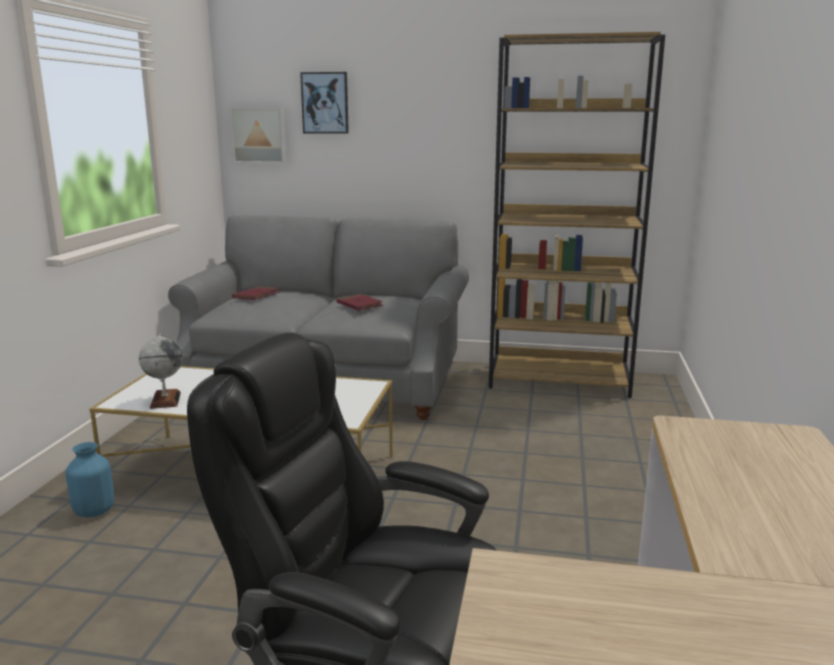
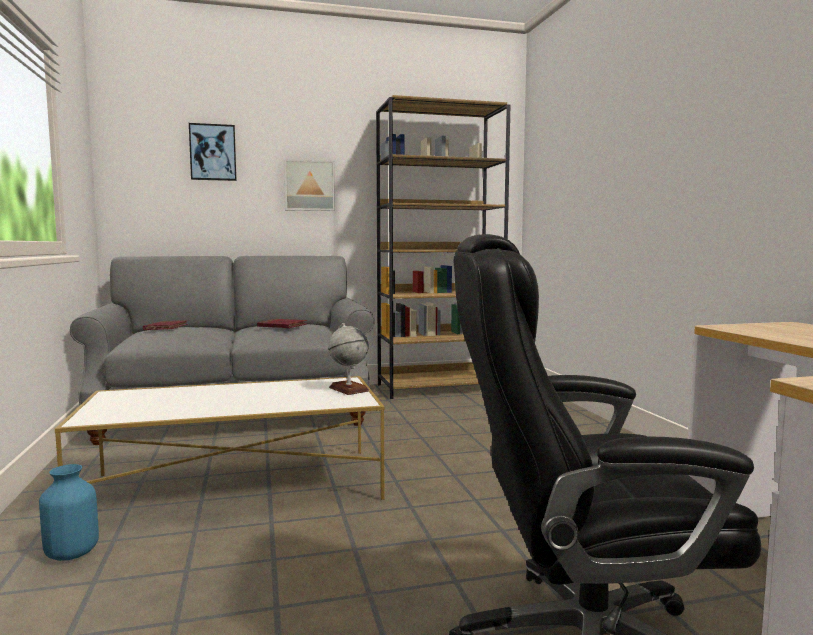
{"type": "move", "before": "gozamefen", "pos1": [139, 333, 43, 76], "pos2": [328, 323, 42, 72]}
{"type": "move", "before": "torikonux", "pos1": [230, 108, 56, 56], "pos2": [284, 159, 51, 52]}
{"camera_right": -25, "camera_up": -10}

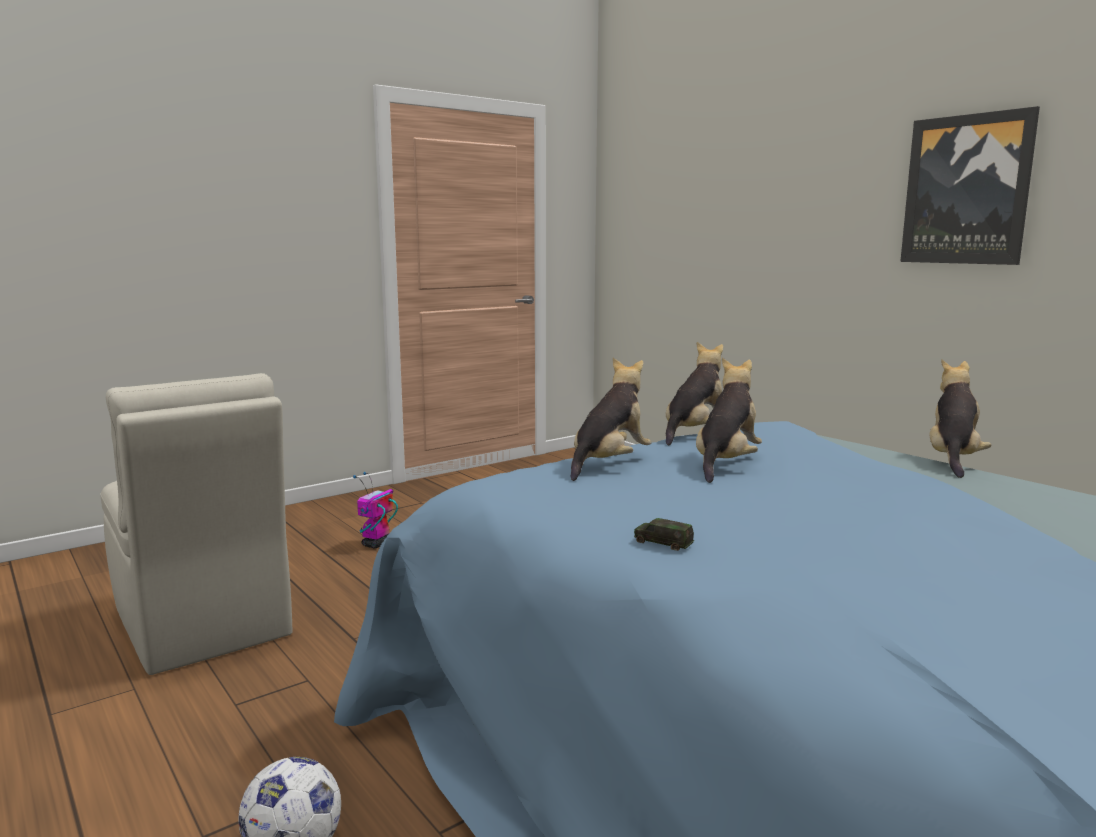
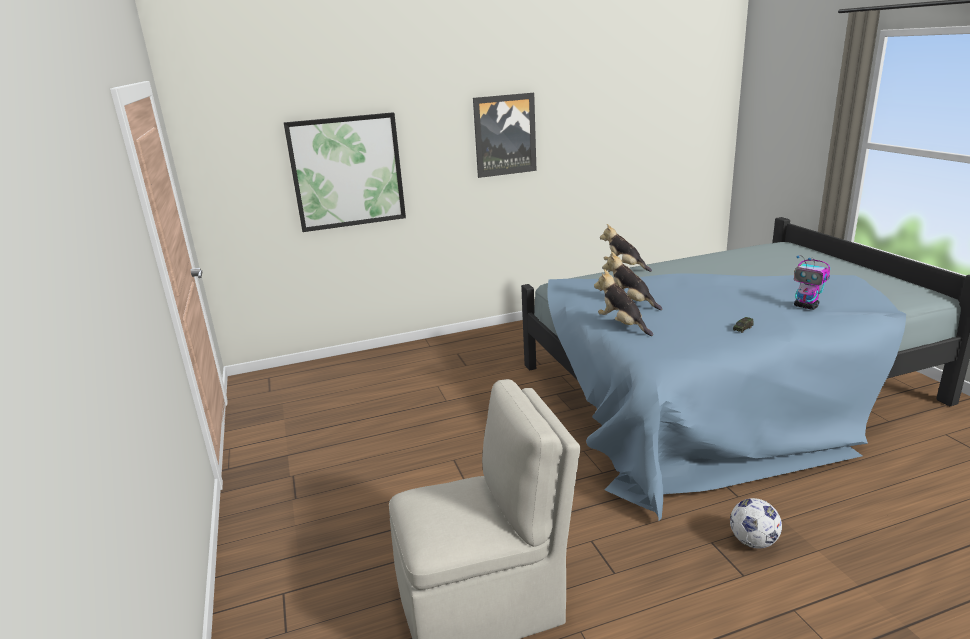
{"type": "move", "before": "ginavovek", "pos1": [353, 472, 45, 76], "pos2": [794, 255, 36, 55]}
{"type": "delete", "before": "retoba", "pos1": [666, 342, 57, 103]}
{"type": "insert", "after": "torikonux", "pos2": [284, 112, 122, 120]}
{"camera_right": -70, "camera_up": 10}

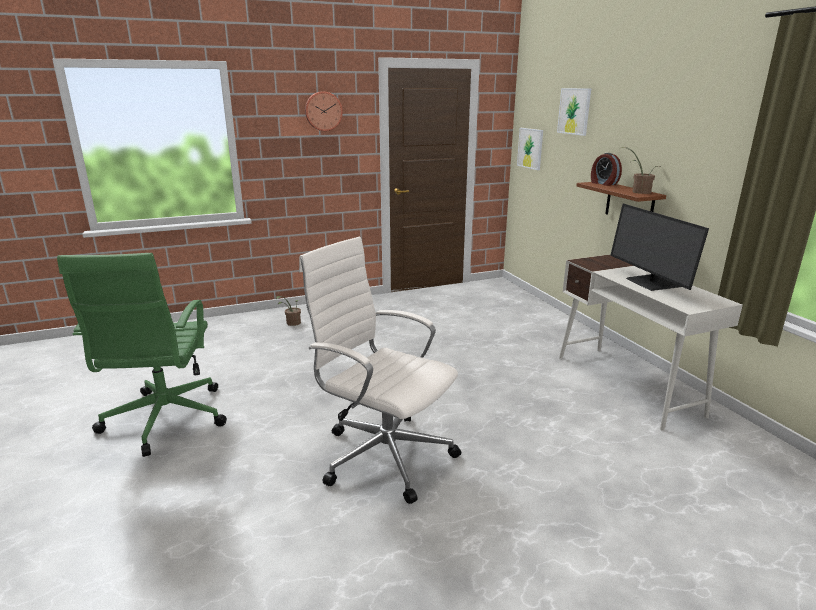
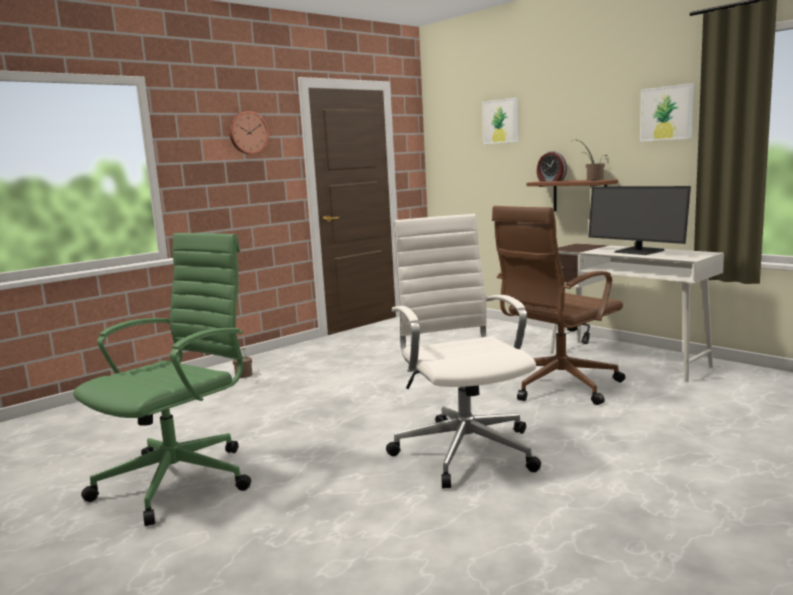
{"type": "rotate", "before": "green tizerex", "pos1": [57, 253, 170, 204], "pos2": [73, 233, 178, 293], "turn": -120}
{"type": "rotate", "before": "white tizerex", "pos1": [299, 237, 162, 267], "pos2": [386, 214, 155, 274], "turn": 60}
{"type": "move", "before": "torikonux", "pos1": [517, 128, 26, 42], "pos2": [640, 83, 54, 59]}
{"type": "insert", "after": "brown tizerex", "pos2": [492, 206, 133, 199]}
{"camera_right": -20, "camera_up": -10}

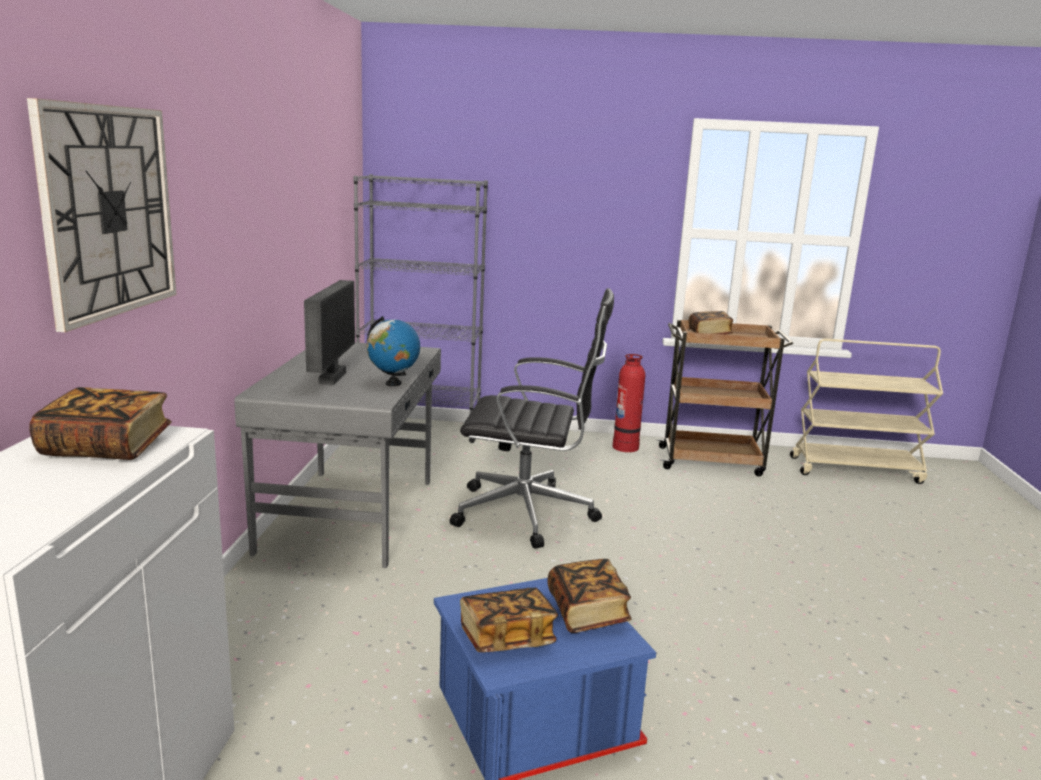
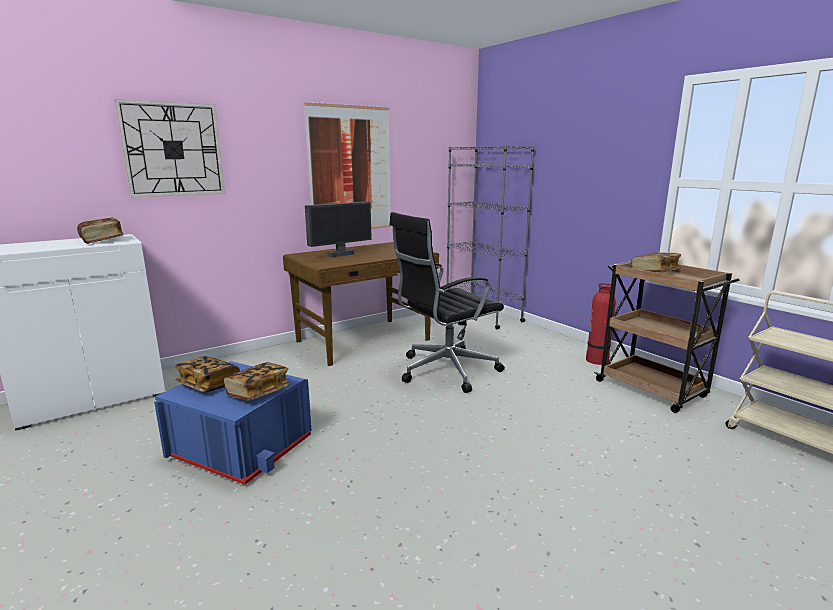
{"type": "recolor", "before": "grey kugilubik", "after": "brown kugilubik", "pos1": [234, 342, 207, 226], "pos2": [283, 242, 156, 124]}
{"type": "delete", "before": "gozamefen", "pos1": [366, 316, 54, 70]}
{"type": "rotate", "before": "black tizerex", "pos1": [450, 288, 164, 261], "pos2": [389, 212, 116, 181], "turn": 90}
{"type": "insert", "after": "torikonux", "pos2": [304, 102, 87, 127]}
{"camera_right": 50, "camera_up": 0}

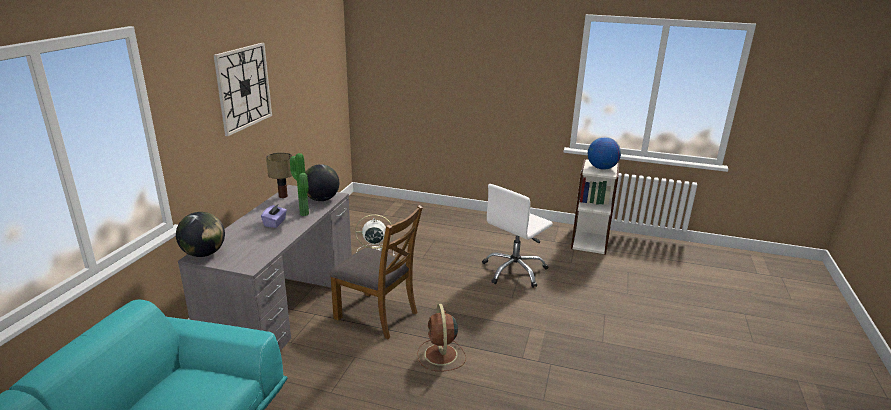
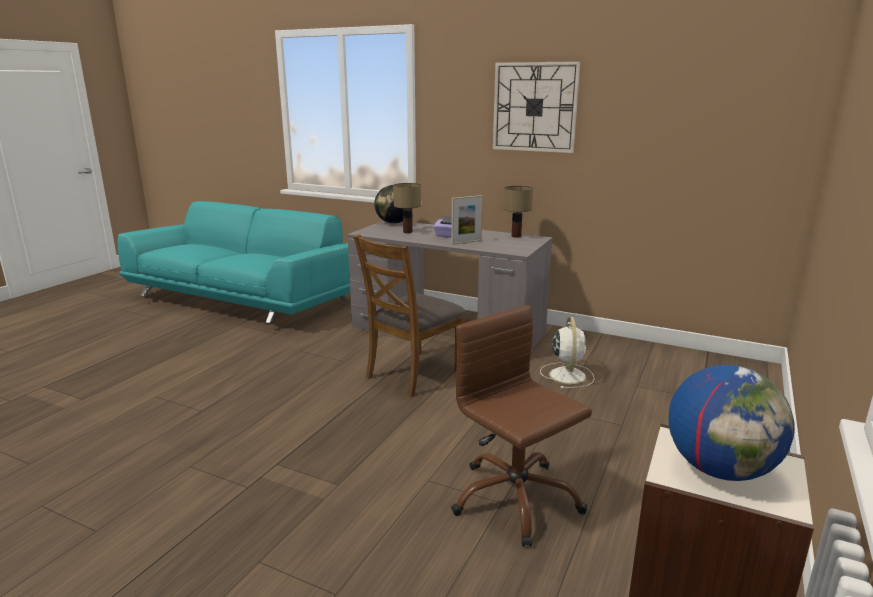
{"type": "replace", "before": "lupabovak", "after": "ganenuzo", "pos1": [290, 153, 19, 63], "pos2": [451, 195, 32, 50]}
{"type": "delete", "before": "gozamefen", "pos1": [305, 164, 34, 37]}
{"type": "delete", "before": "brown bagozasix", "pos1": [417, 304, 49, 67]}
{"type": "recolor", "before": "white tizerex", "after": "brown tizerex", "pos1": [482, 184, 71, 104], "pos2": [451, 305, 141, 242]}
{"type": "insert", "after": "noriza", "pos2": [393, 183, 28, 50]}
{"camera_right": 100, "camera_up": -5}

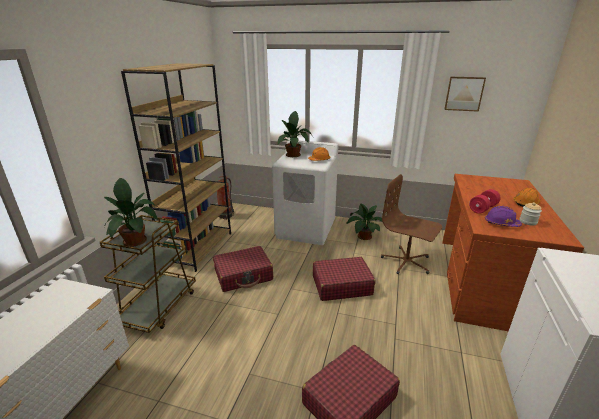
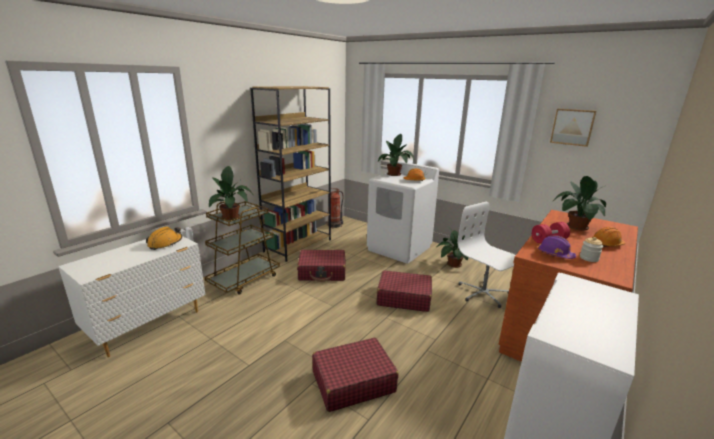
{"type": "recolor", "before": "brown tizerex", "after": "white tizerex", "pos1": [381, 174, 61, 100], "pos2": [457, 201, 59, 107]}
{"type": "insert", "after": "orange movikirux", "pos2": [146, 226, 36, 24]}
{"type": "insert", "after": "lupabovak", "pos2": [552, 176, 54, 54]}
{"camera_right": 20, "camera_up": -5}

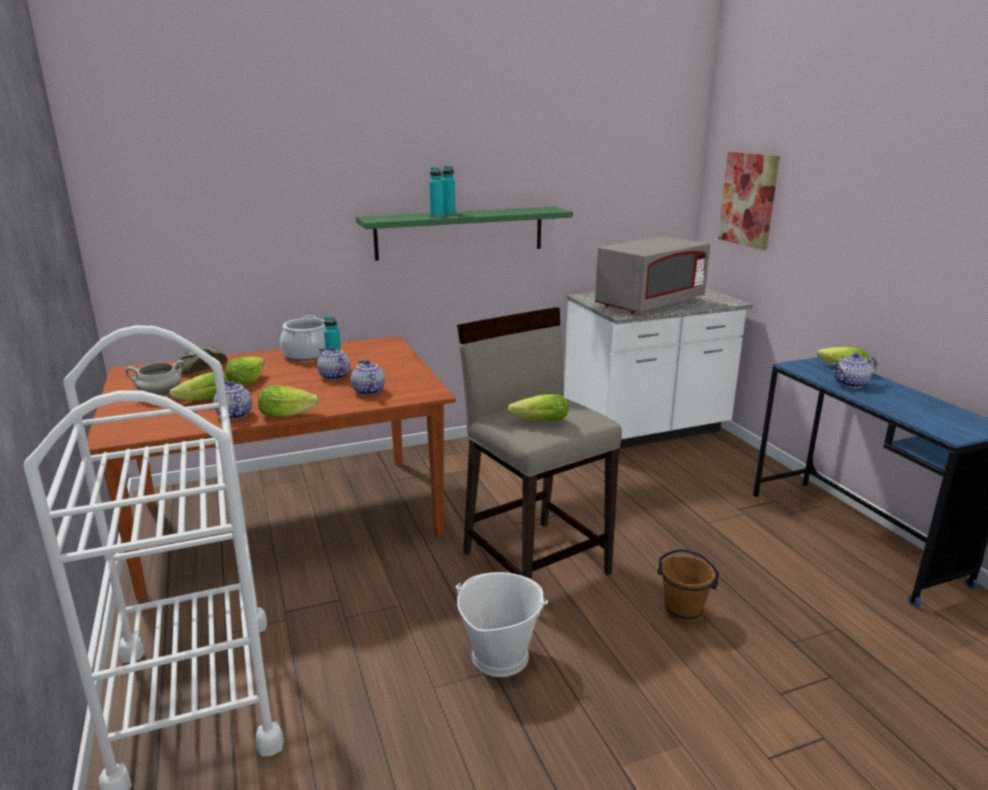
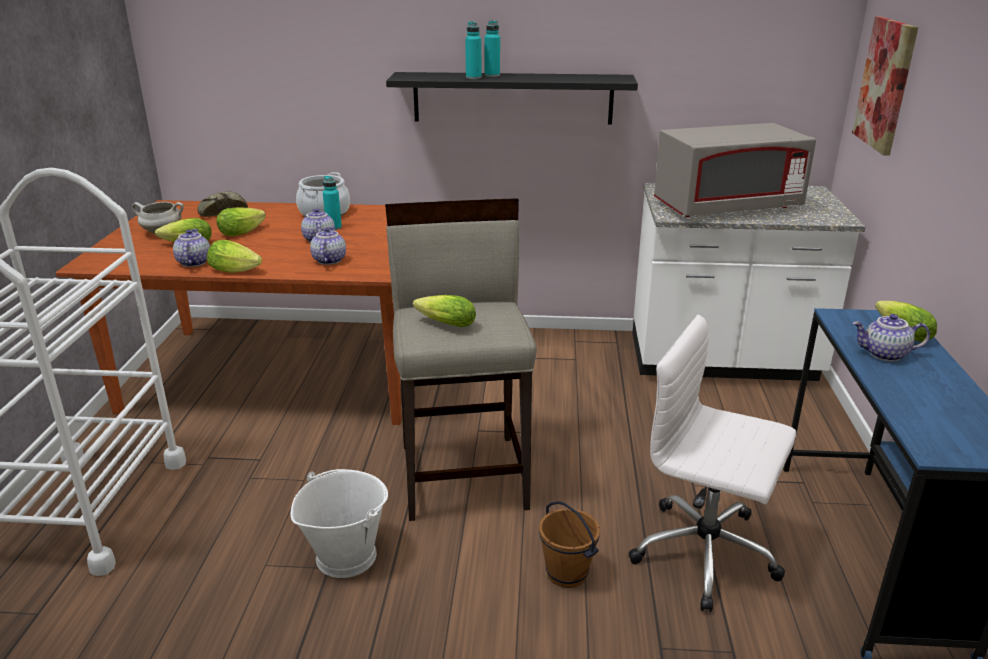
{"type": "recolor", "before": "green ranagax", "after": "black ranagax", "pos1": [356, 207, 217, 54], "pos2": [386, 72, 252, 52]}
{"type": "insert", "after": "white tizerex", "pos2": [628, 314, 168, 298]}
{"camera_right": 25, "camera_up": 5}

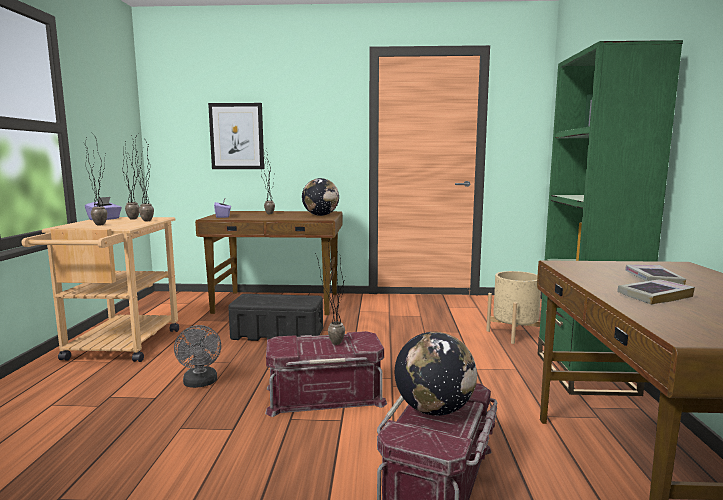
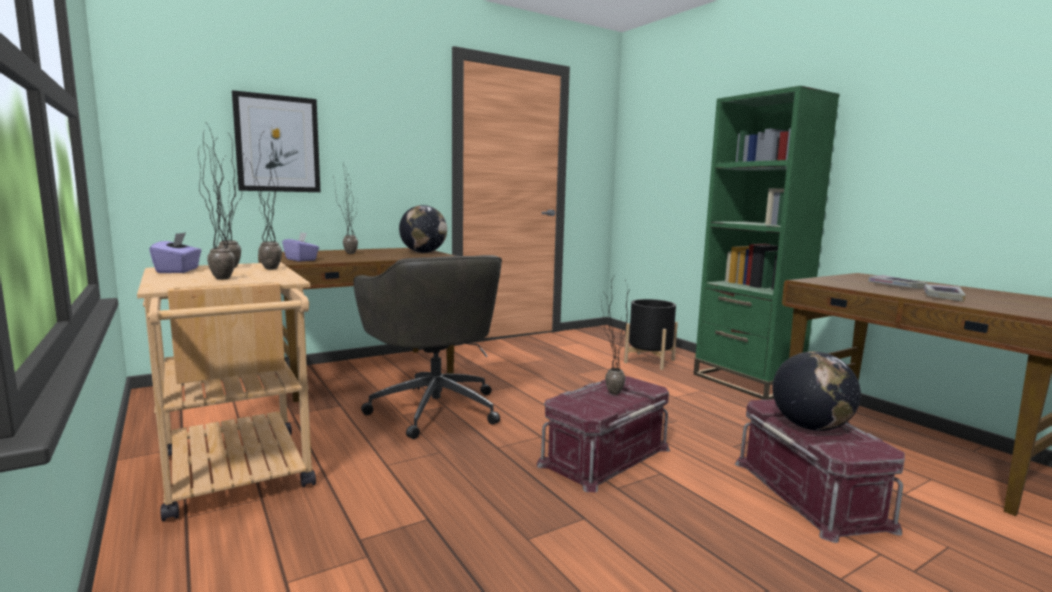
{"type": "delete", "before": "grey bagozasix", "pos1": [174, 325, 47, 63]}
{"type": "replace", "before": "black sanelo", "after": "grey tizerex", "pos1": [228, 294, 95, 47], "pos2": [354, 255, 148, 184]}
{"type": "recolor", "before": "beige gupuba", "after": "black gupuba", "pos1": [486, 271, 55, 73], "pos2": [624, 299, 54, 71]}
{"camera_right": -35, "camera_up": 0}

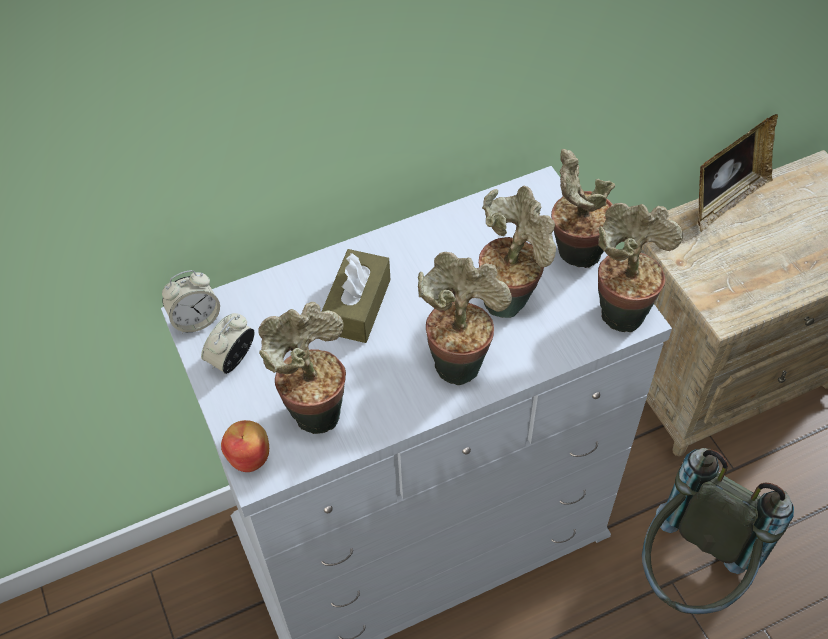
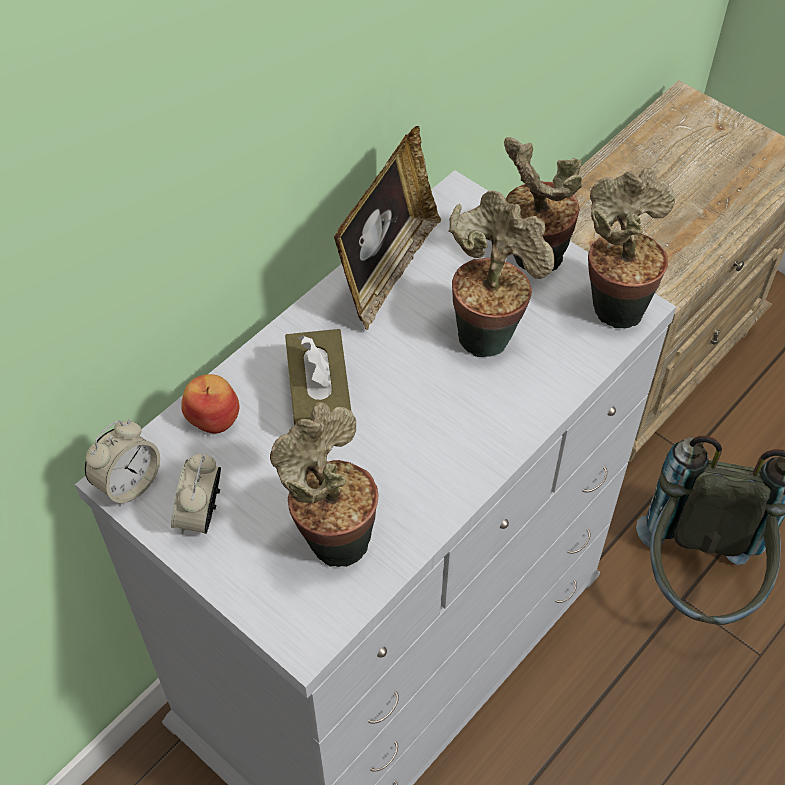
{"type": "move", "before": "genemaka", "pos1": [221, 420, 48, 52], "pos2": [181, 374, 58, 60]}
{"type": "delete", "before": "lupabovak", "pos1": [418, 252, 94, 133]}
{"type": "move", "before": "ganenuzo", "pos1": [698, 114, 80, 118], "pos2": [334, 126, 107, 204]}
{"camera_right": -25, "camera_up": 0}

